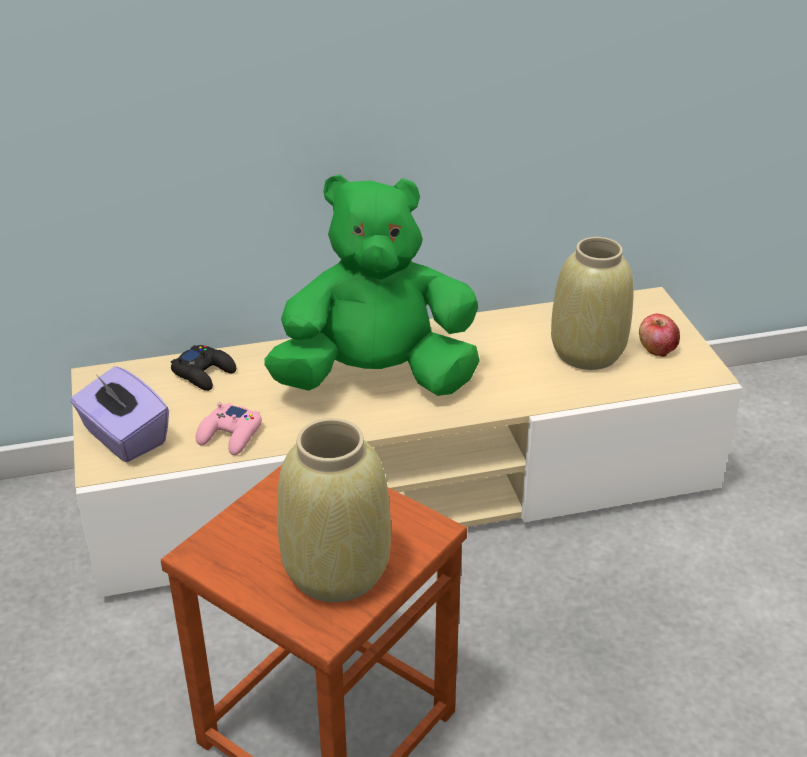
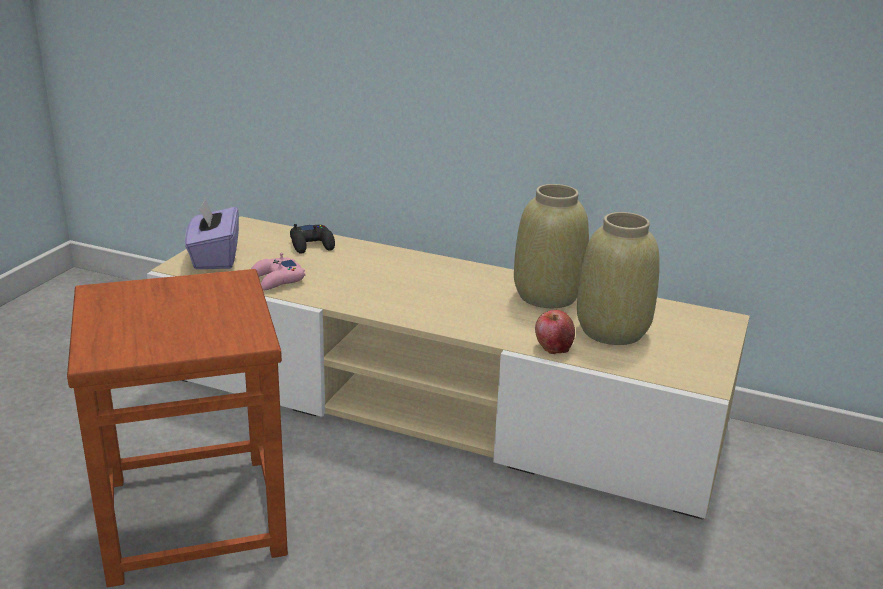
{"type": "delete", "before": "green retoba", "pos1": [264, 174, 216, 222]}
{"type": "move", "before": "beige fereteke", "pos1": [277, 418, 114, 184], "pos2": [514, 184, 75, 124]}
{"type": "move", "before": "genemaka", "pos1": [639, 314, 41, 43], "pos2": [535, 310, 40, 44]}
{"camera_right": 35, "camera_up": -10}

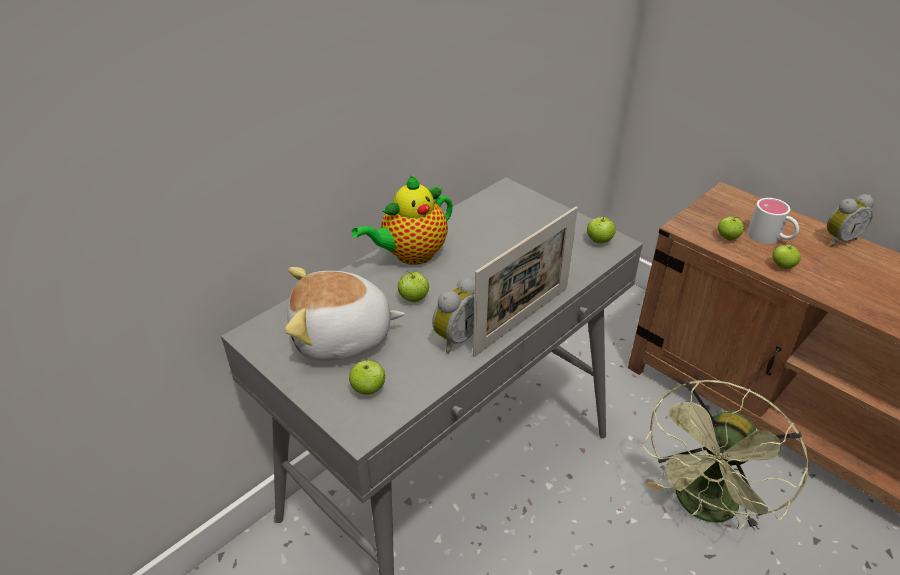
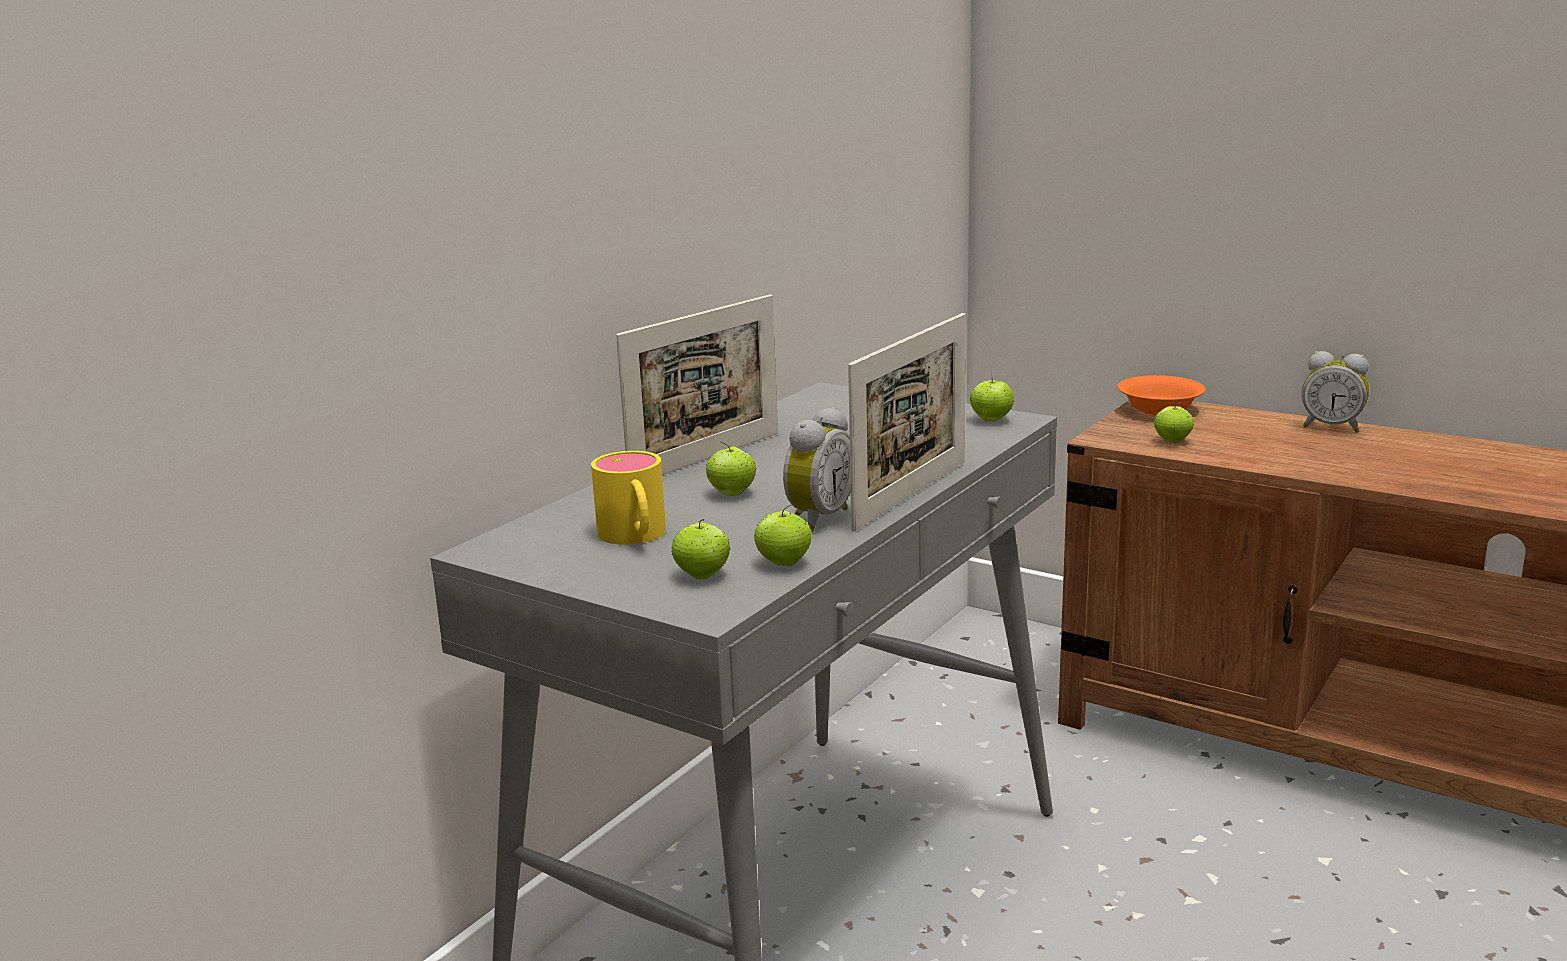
{"type": "replace", "before": "retoba", "after": "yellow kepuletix", "pos1": [285, 267, 120, 94], "pos2": [591, 451, 75, 94]}
{"type": "replace", "before": "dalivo", "after": "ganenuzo", "pos1": [352, 175, 101, 90], "pos2": [616, 294, 162, 181]}
{"type": "delete", "before": "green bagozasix", "pos1": [642, 380, 167, 151]}
{"type": "delete", "before": "white kepuletix", "pos1": [747, 198, 52, 46]}
{"type": "move", "before": "genemaka", "pos1": [773, 244, 28, 25], "pos2": [754, 504, 58, 62]}
{"type": "rotate", "before": "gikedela", "pos1": [827, 194, 47, 53], "pos2": [1302, 351, 67, 82], "turn": 60}
{"type": "insert", "after": "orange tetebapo", "pos2": [1117, 375, 89, 41]}
{"camera_right": -10, "camera_up": -20}

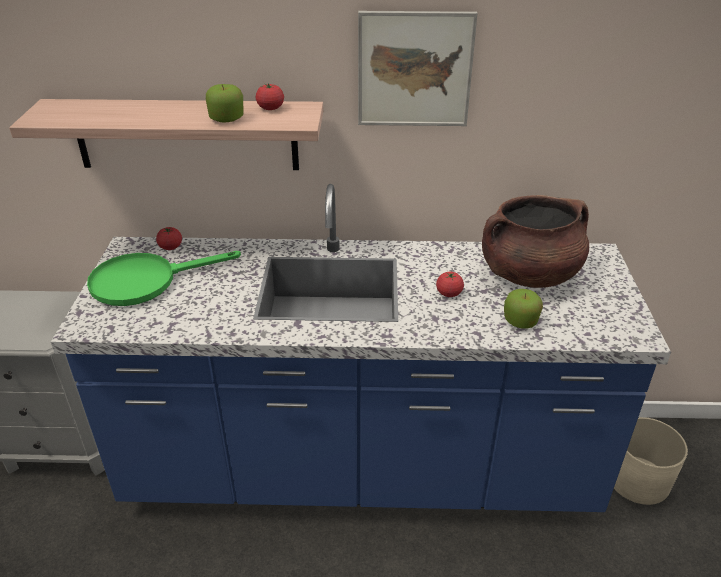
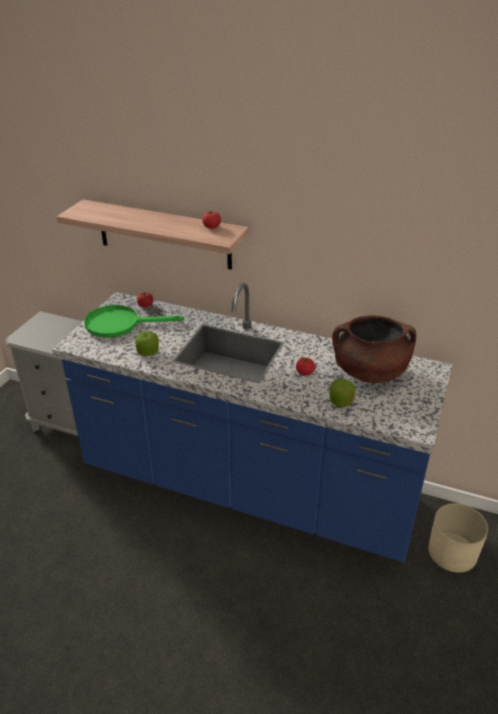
{"type": "move", "before": "genemaka", "pos1": [206, 84, 37, 39], "pos2": [135, 331, 24, 25]}
{"type": "delete", "before": "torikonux", "pos1": [358, 11, 120, 115]}
{"camera_right": 20, "camera_up": 0}

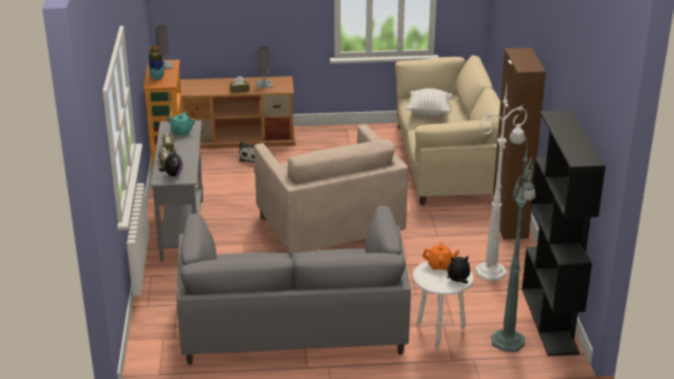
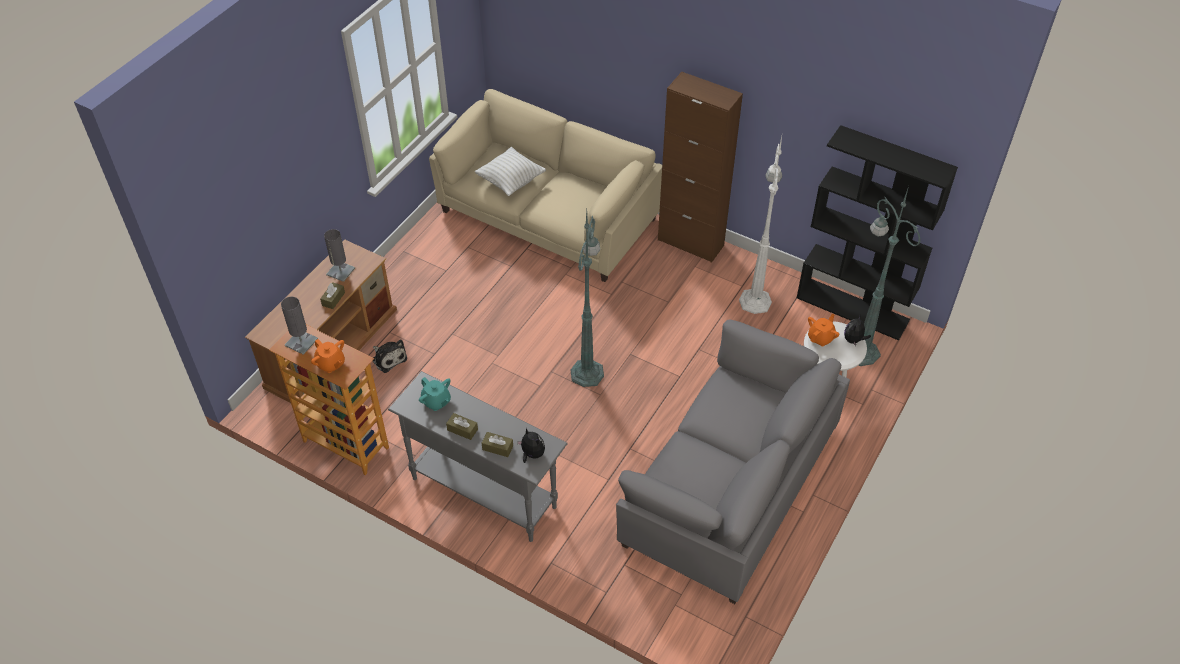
{"type": "replace", "before": "fereteke", "after": "orange dalivo", "pos1": [149, 46, 15, 34], "pos2": [311, 339, 34, 34]}
{"type": "replace", "before": "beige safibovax", "after": "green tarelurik", "pos1": [254, 124, 154, 132], "pos2": [571, 210, 33, 177]}
{"camera_right": -55, "camera_up": 20}

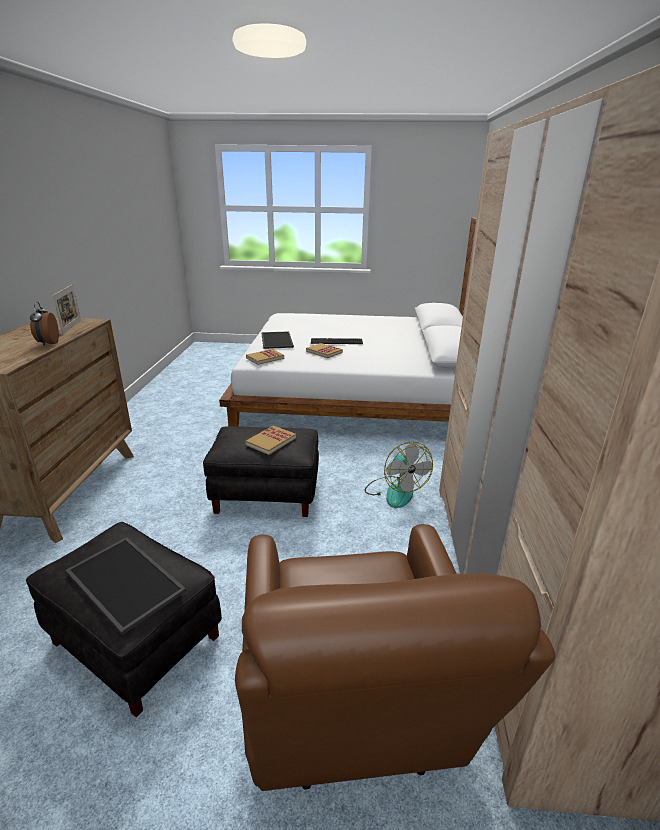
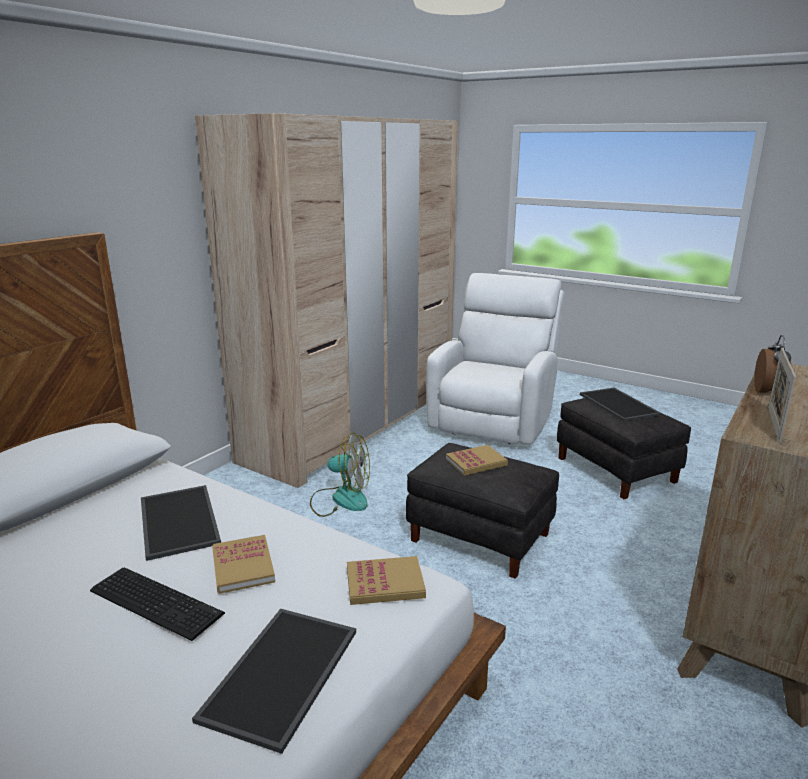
{"type": "recolor", "before": "brown safibovax", "after": "white safibovax", "pos1": [235, 524, 320, 267], "pos2": [426, 273, 139, 171]}
{"type": "rotate", "before": "bagozasix", "pos1": [365, 442, 68, 66], "pos2": [310, 432, 60, 85], "turn": 90}
{"type": "insert", "after": "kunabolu", "pos2": [141, 485, 80, 76]}
{"camera_right": -150, "camera_up": -5}

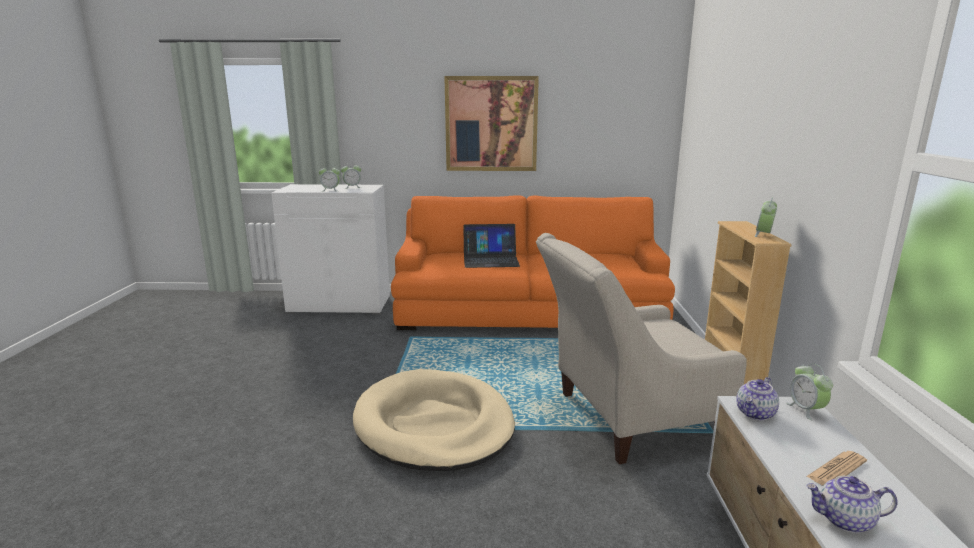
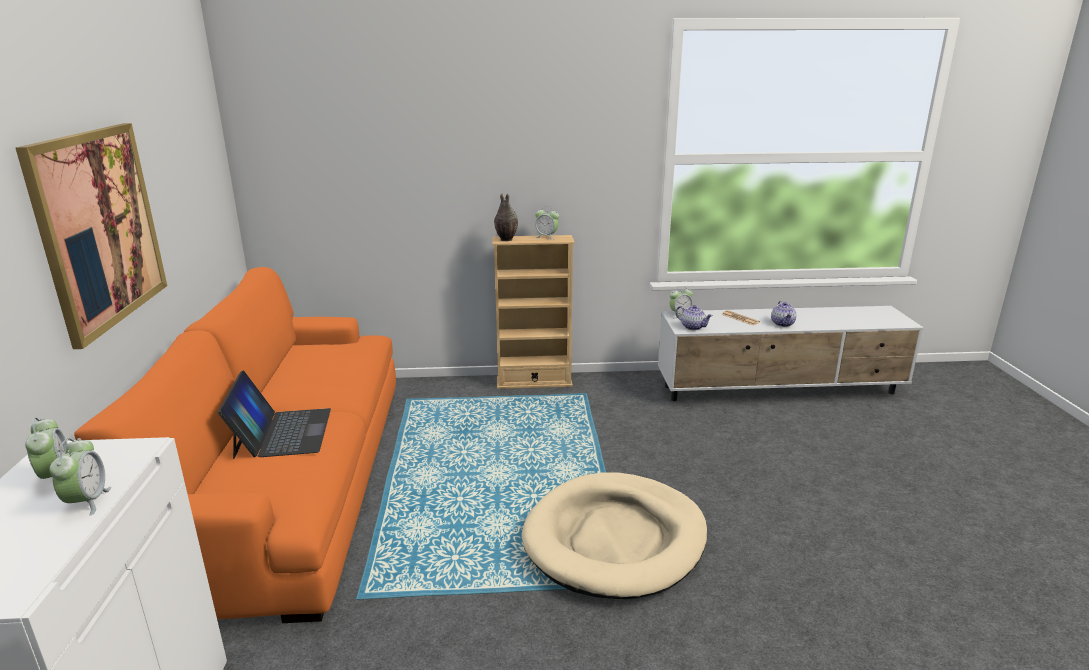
{"type": "delete", "before": "beige safibovax", "pos1": [536, 233, 211, 231]}
{"type": "insert", "after": "fereteke", "pos2": [494, 193, 24, 48]}
{"camera_right": -95, "camera_up": 5}

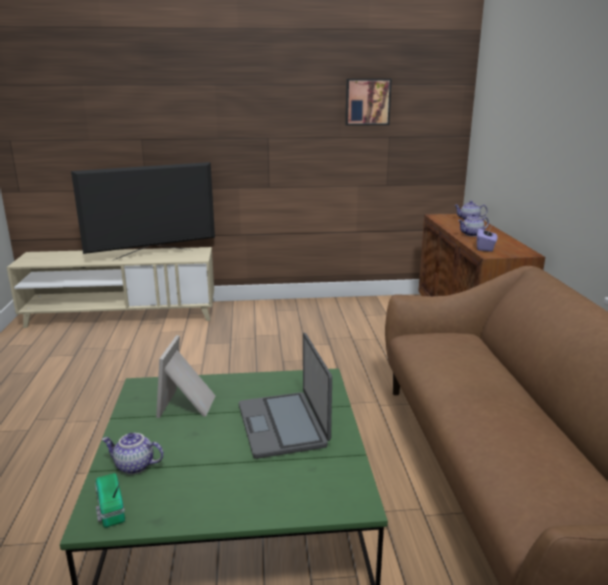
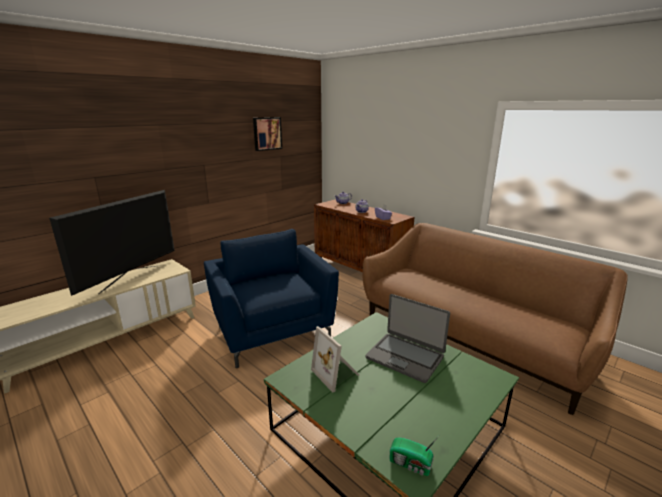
{"type": "delete", "before": "dalivo", "pos1": [102, 433, 62, 41]}
{"type": "insert", "after": "blue safibovax", "pos2": [204, 229, 135, 139]}
{"camera_right": -40, "camera_up": 0}

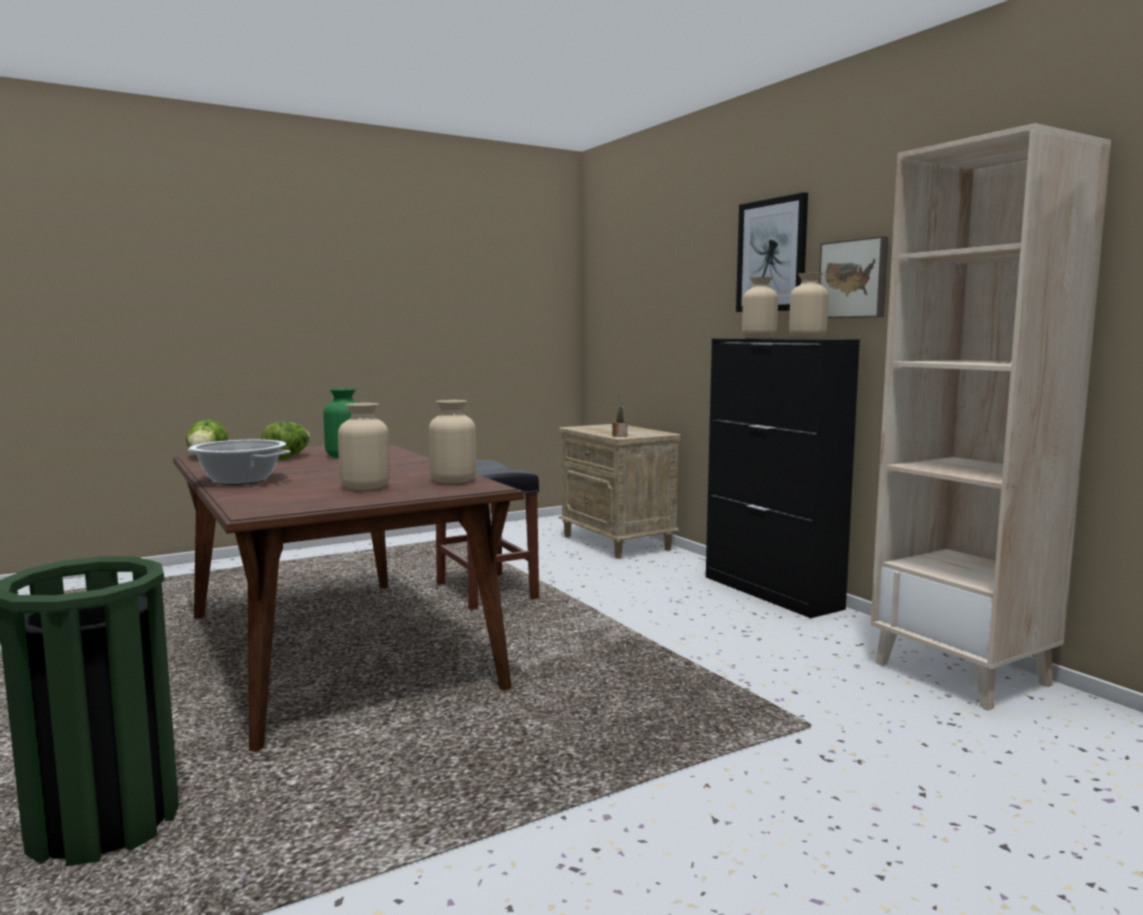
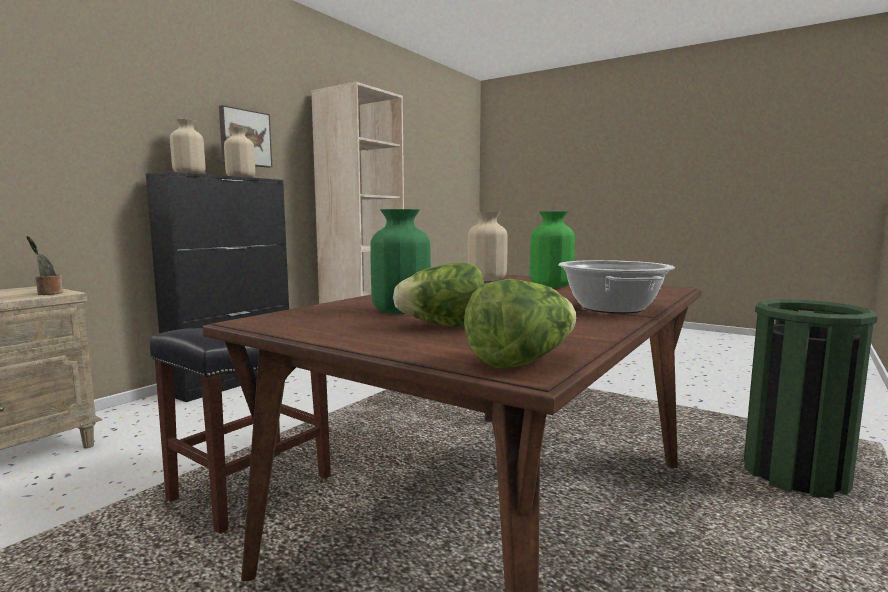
{"type": "recolor", "before": "beige fereteke", "after": "green fereteke", "pos1": [338, 403, 52, 87], "pos2": [530, 211, 45, 77]}
{"type": "delete", "before": "torikonux", "pos1": [736, 192, 72, 120]}
{"camera_right": -115, "camera_up": 0}

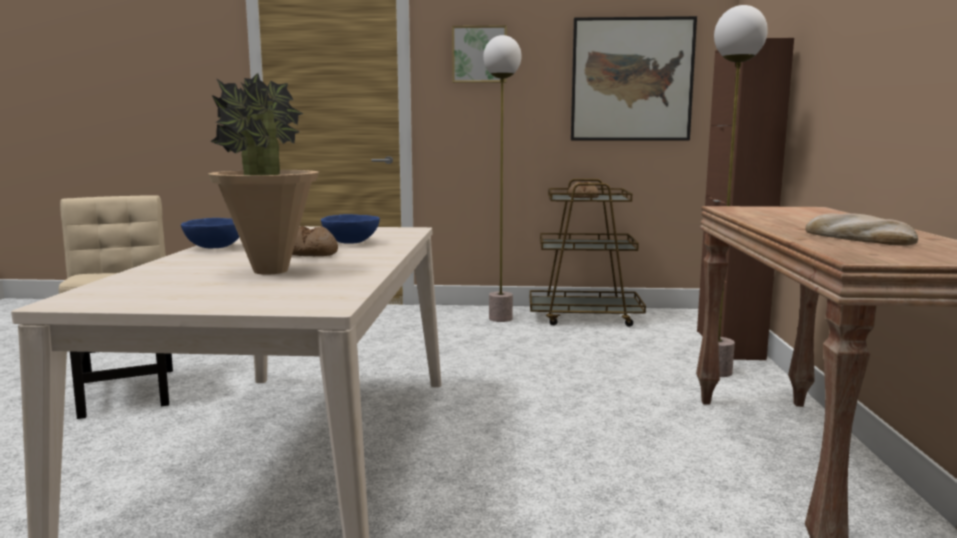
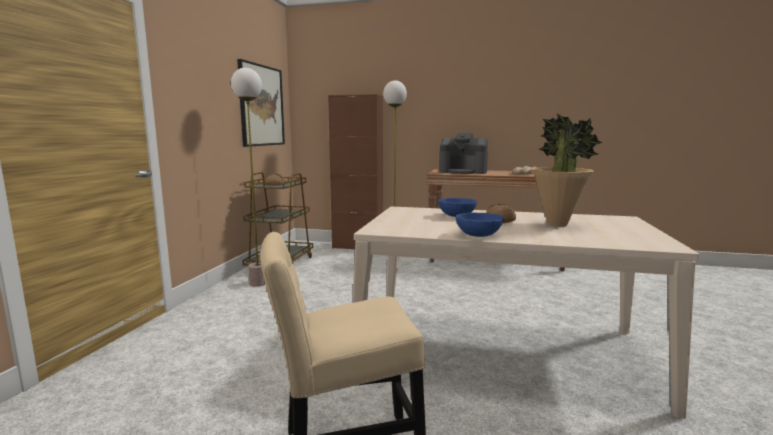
{"type": "delete", "before": "torikonux", "pos1": [452, 25, 55, 58]}
{"type": "insert", "after": "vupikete", "pos2": [439, 133, 49, 41]}
{"camera_right": -80, "camera_up": 0}

